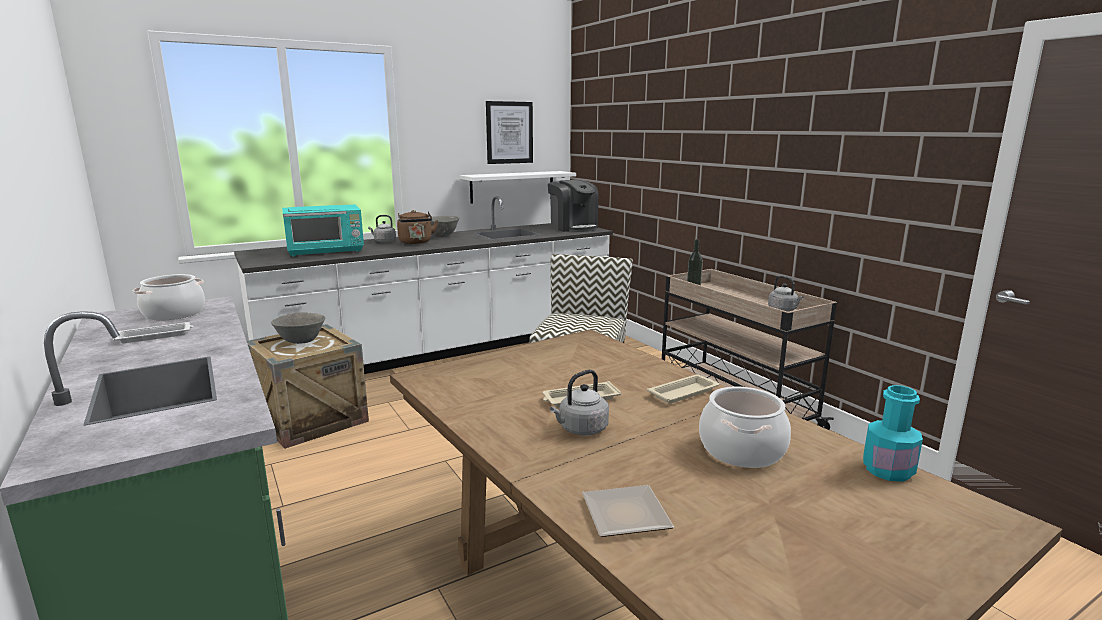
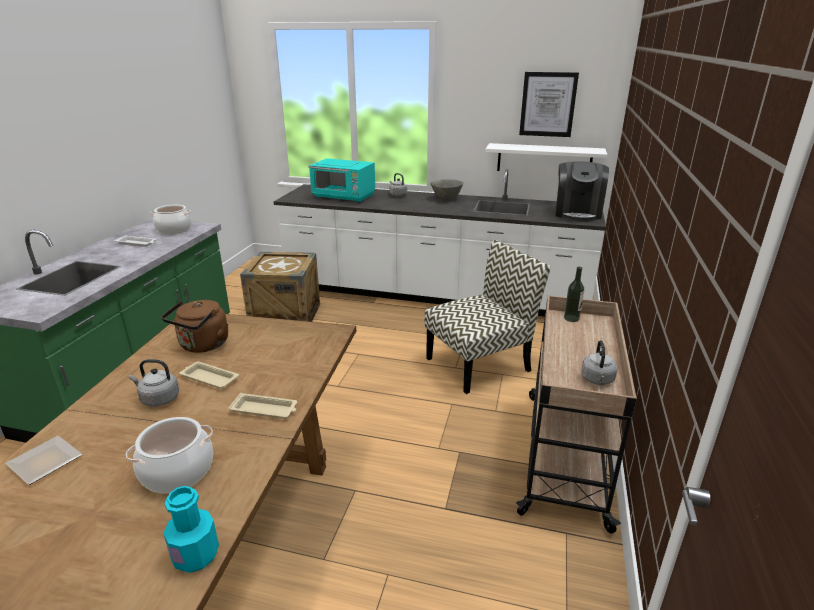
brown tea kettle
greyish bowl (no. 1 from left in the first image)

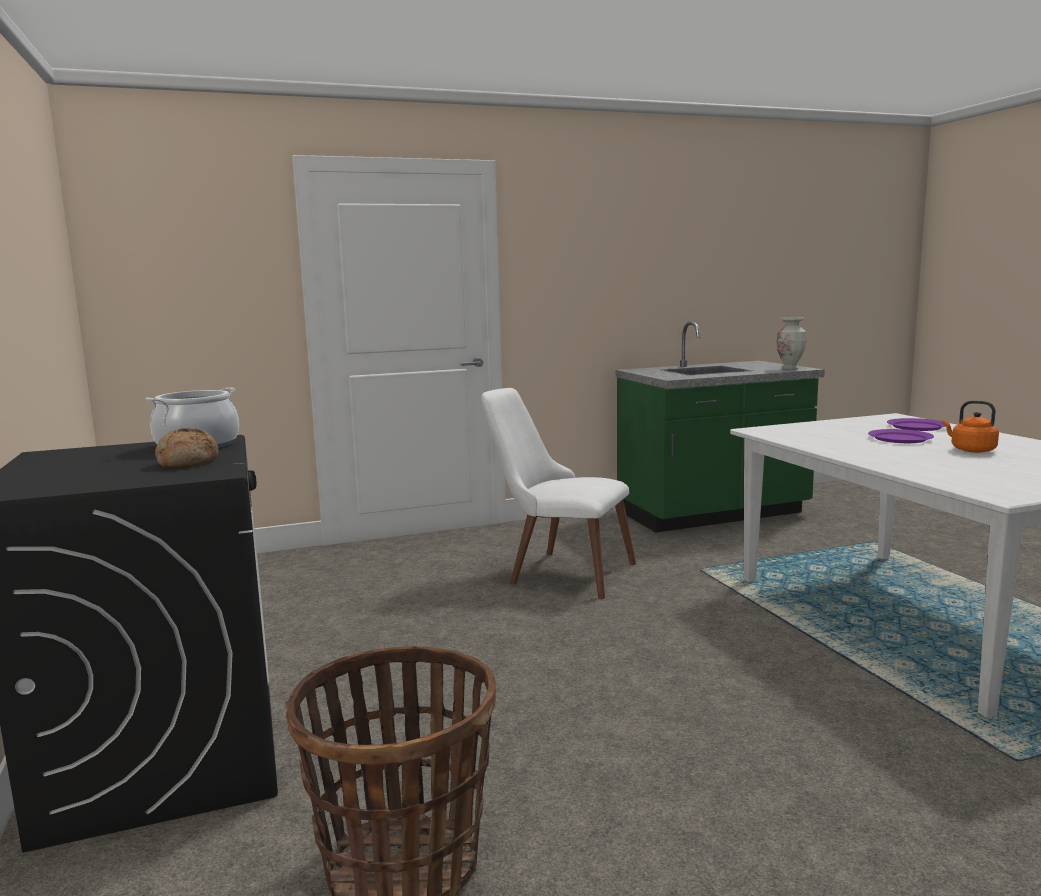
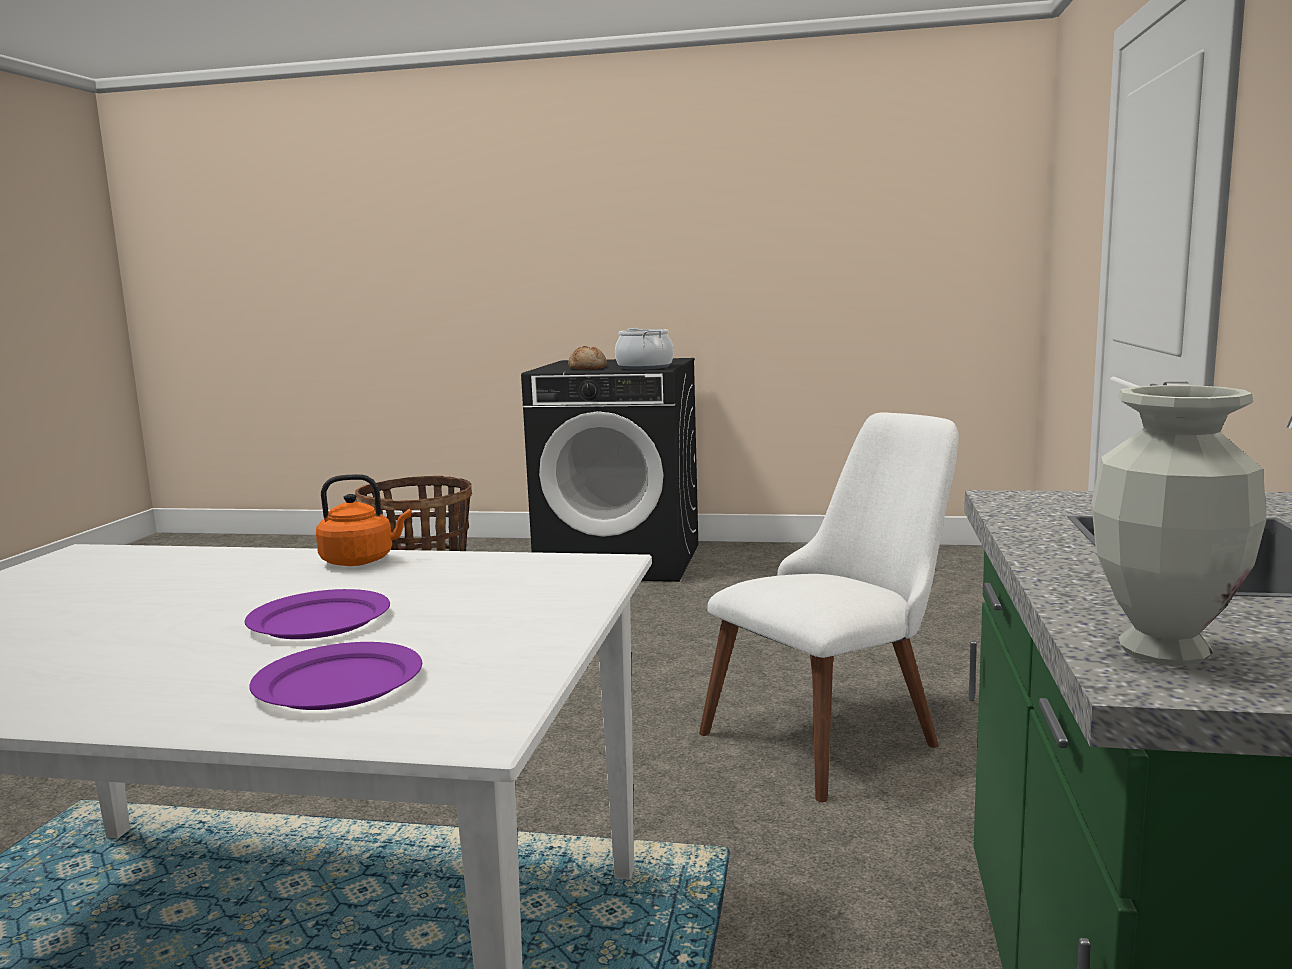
orange tea kettle

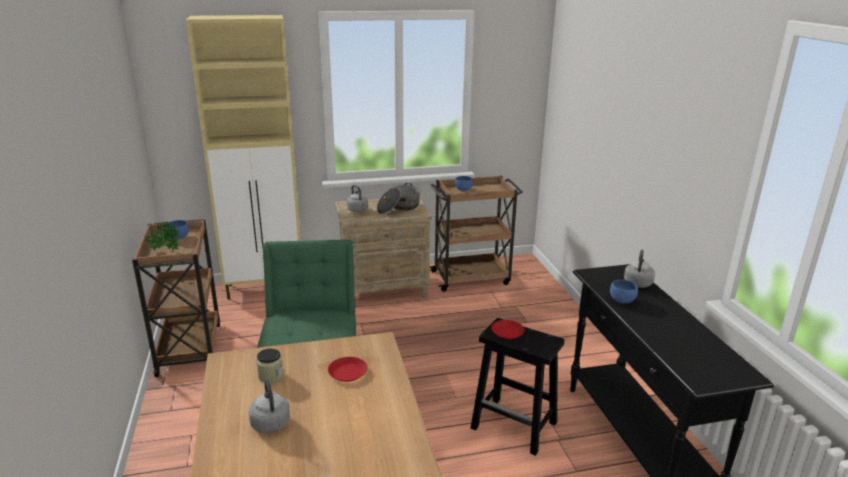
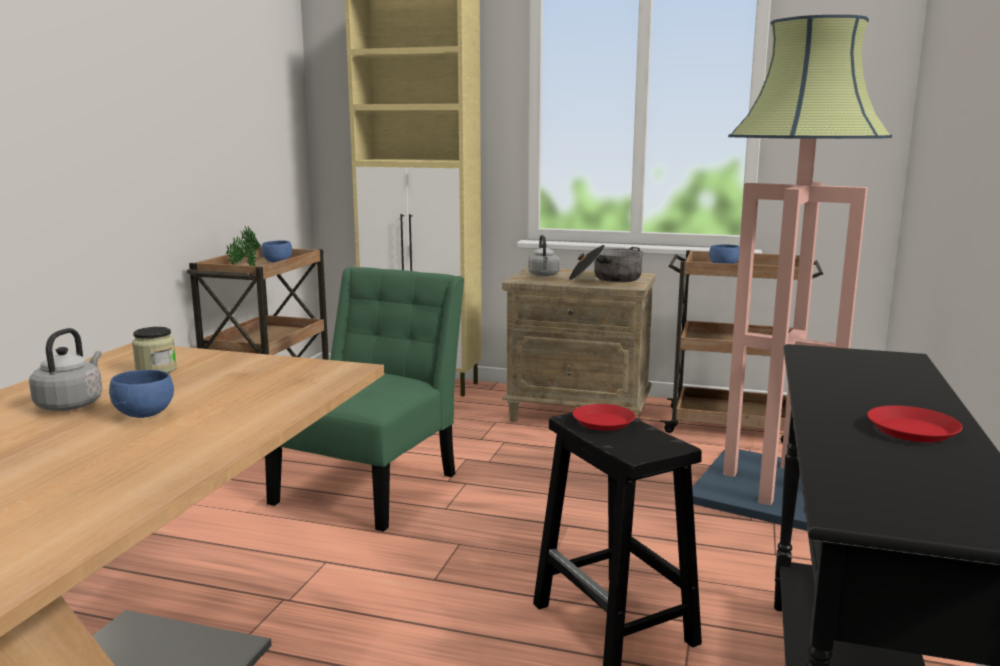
greyish tea kettle (no. 3 from left in the first image)
bluish bowl (no. 1 from left)
red-coloured dinner plate (no. 2 from left)
floor lamp

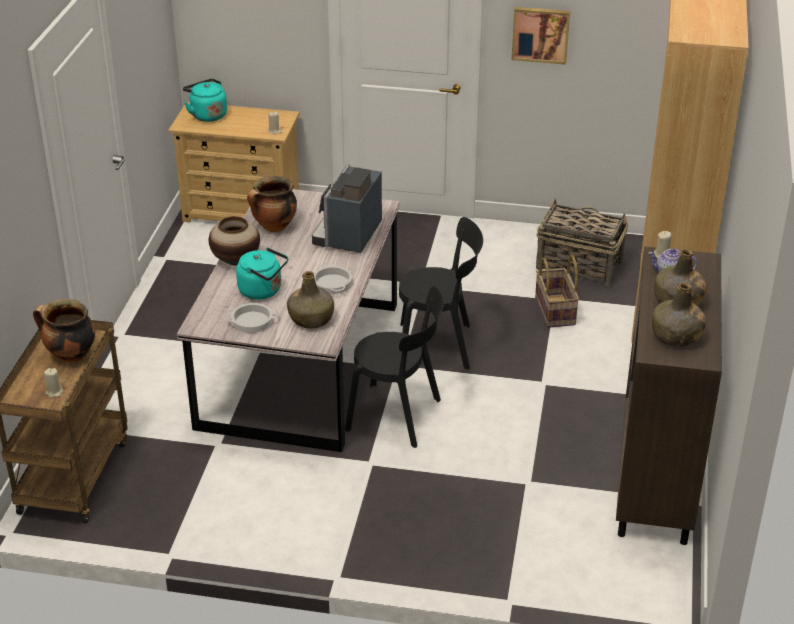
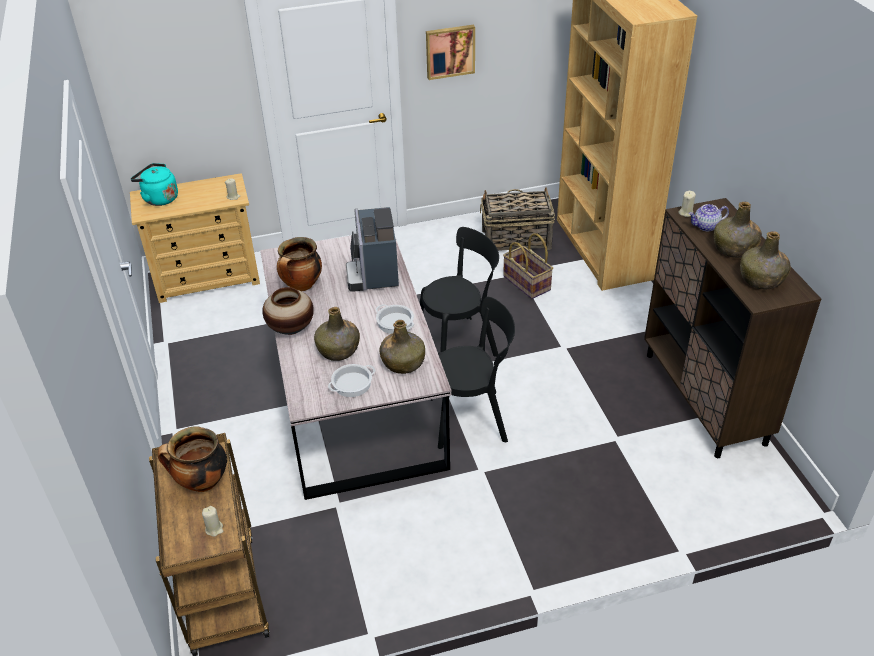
greenish beverage bottle (no. 1 from left)

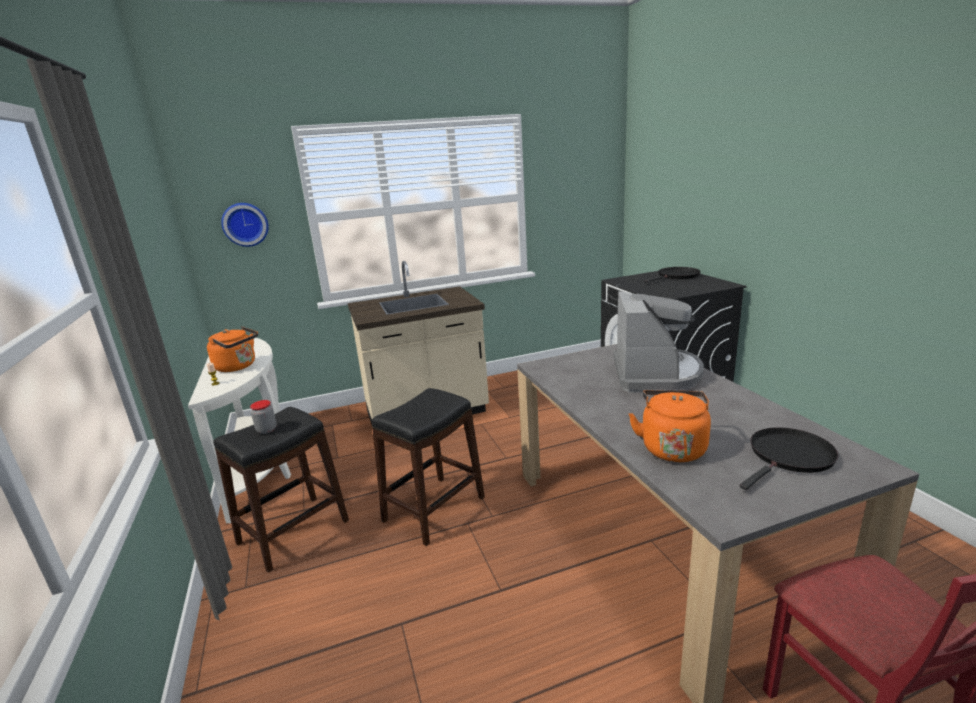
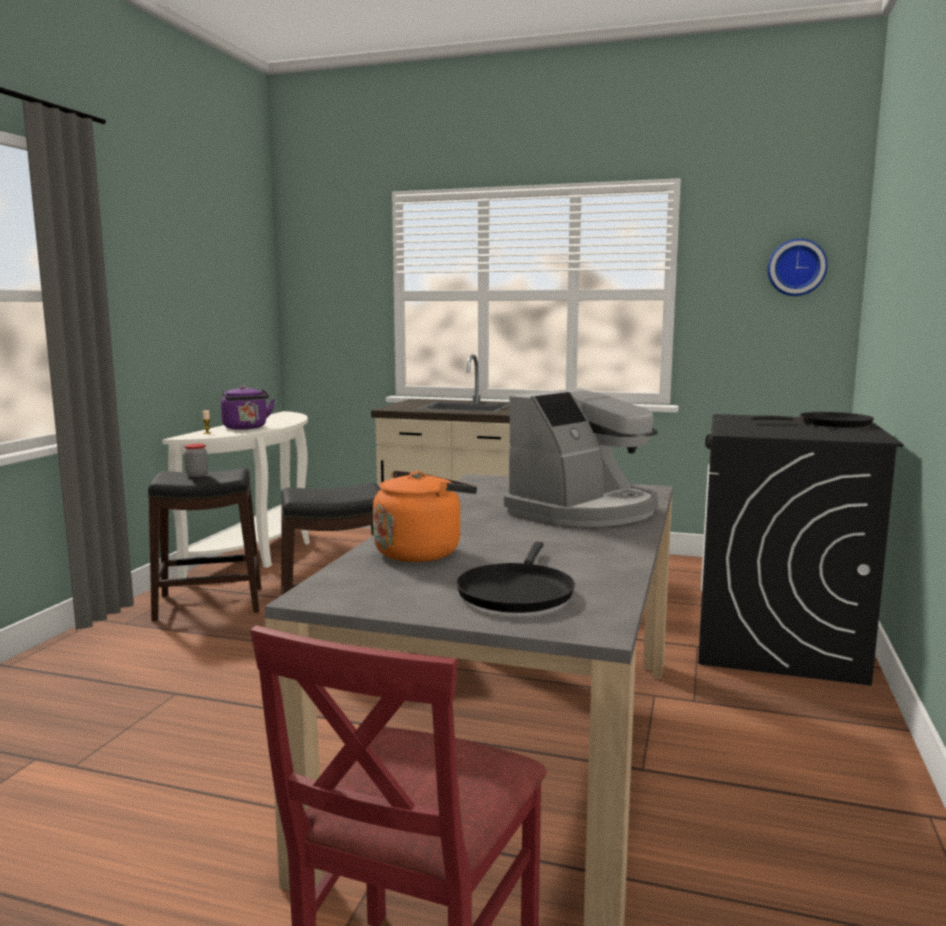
hanging clock
purple tea kettle
black frying pan (no. 1 from left)

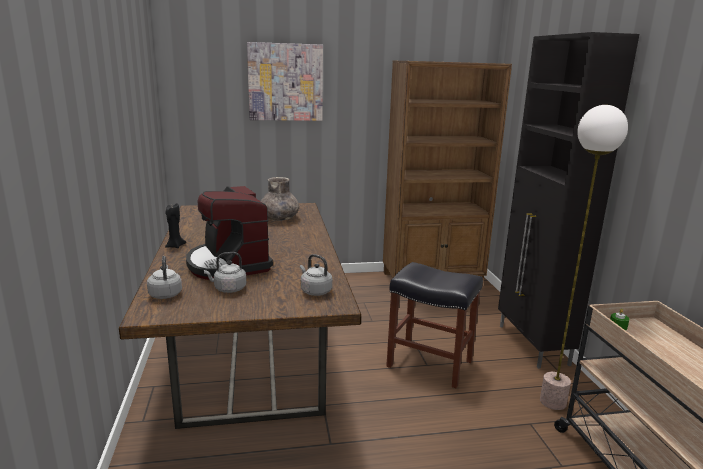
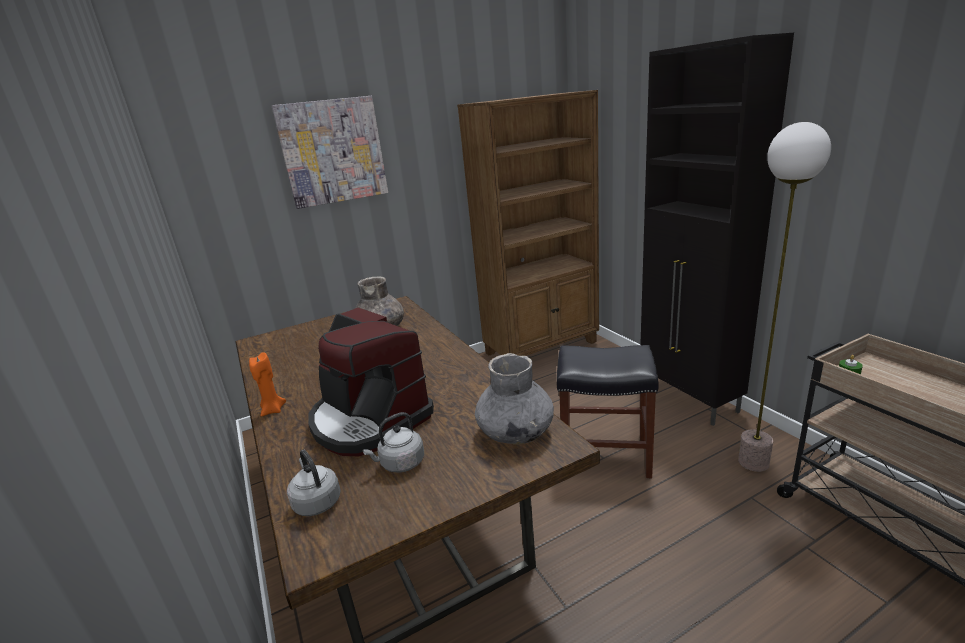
orange wax light
greyish decorative vase (no. 2 from left)

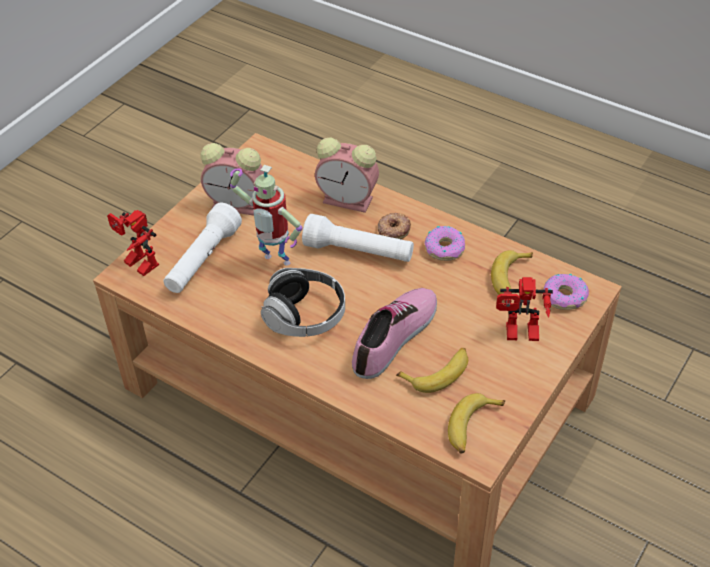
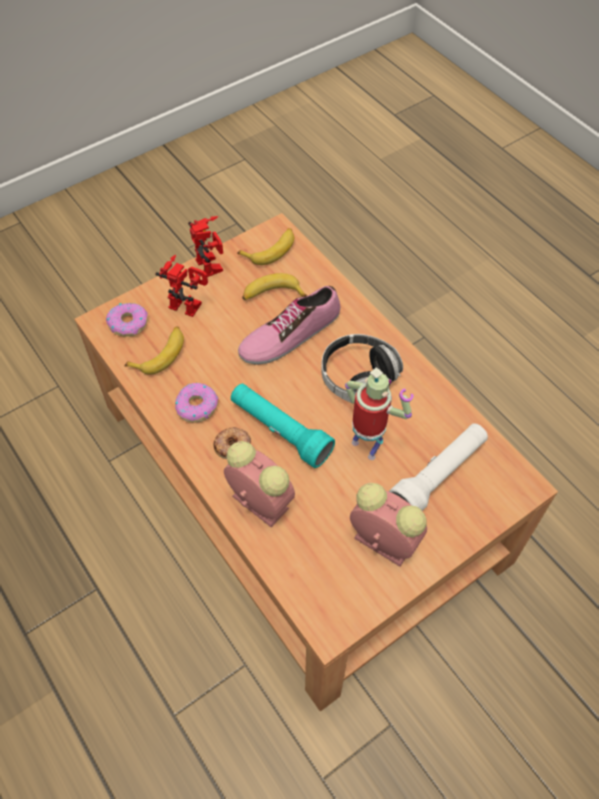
robot figure (no. 2 from left)
turquoise flashlight

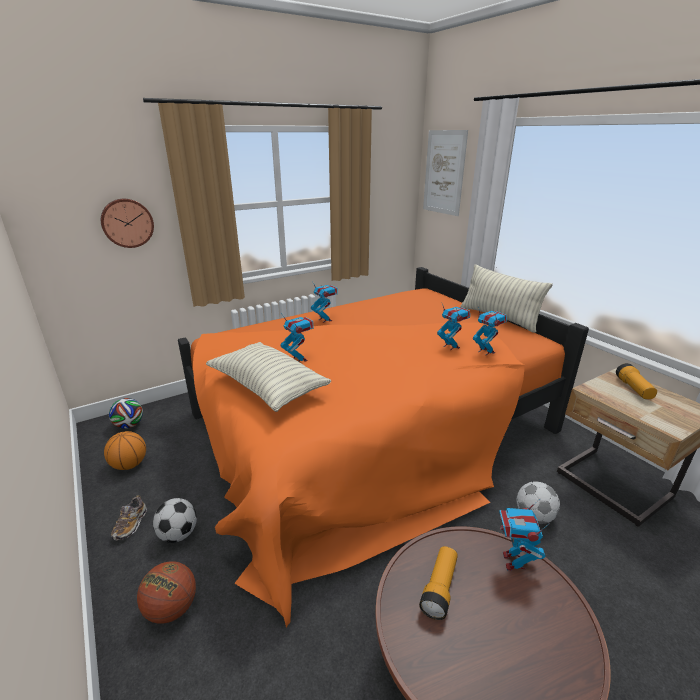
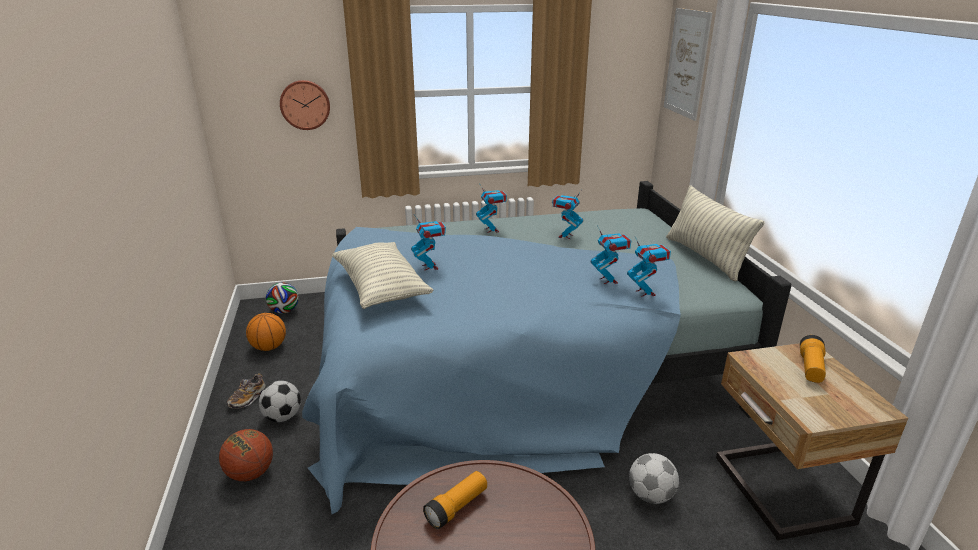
bluish bed
robot figure (no. 3 from left)

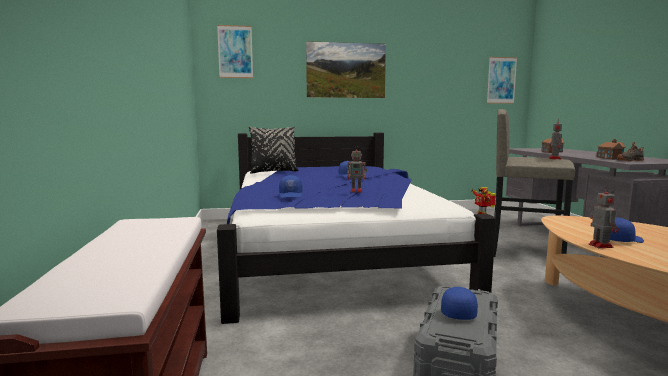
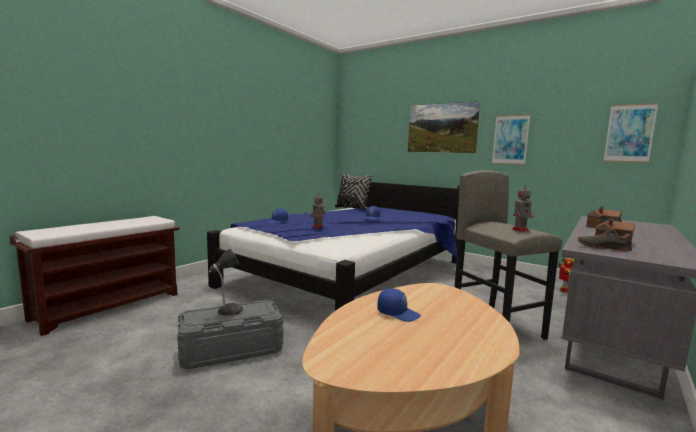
wall picture (no. 2 from left)
robot figure (no. 4 from left in the first image)
lamp for a table

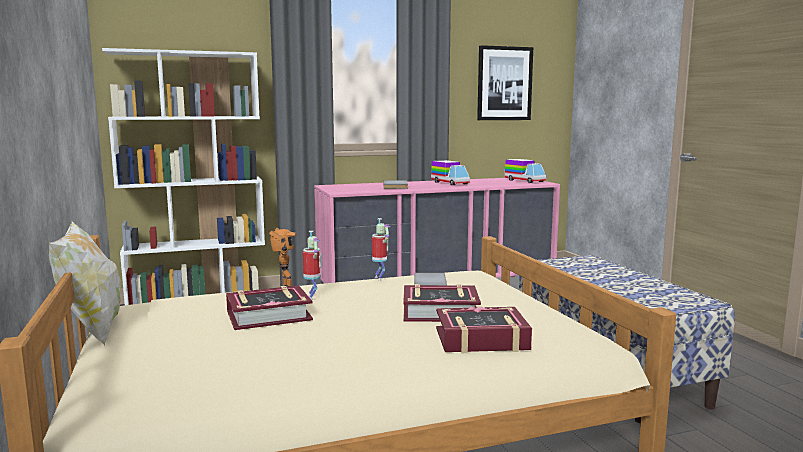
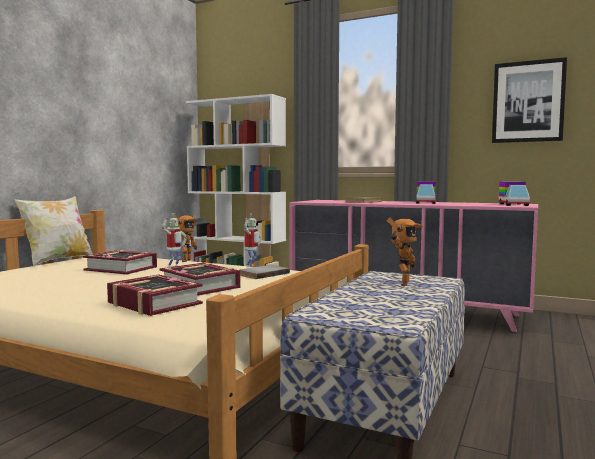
robot figure (no. 4 from left)

